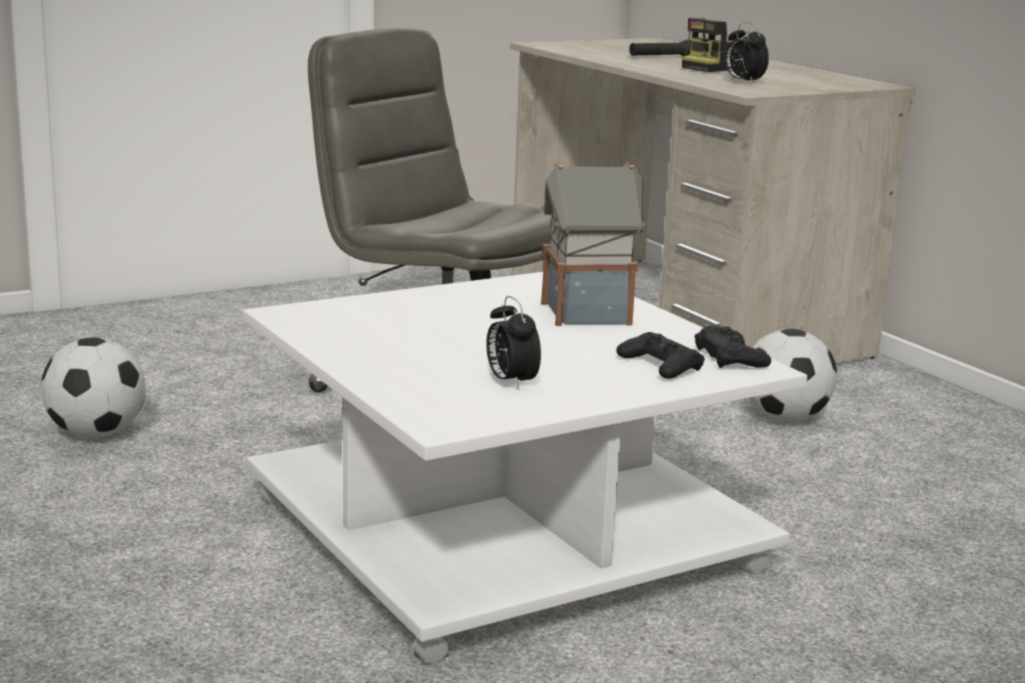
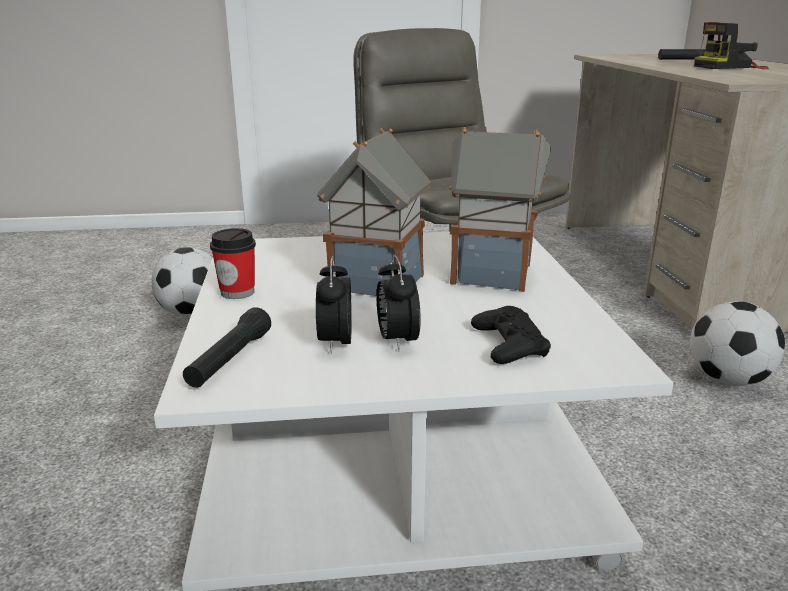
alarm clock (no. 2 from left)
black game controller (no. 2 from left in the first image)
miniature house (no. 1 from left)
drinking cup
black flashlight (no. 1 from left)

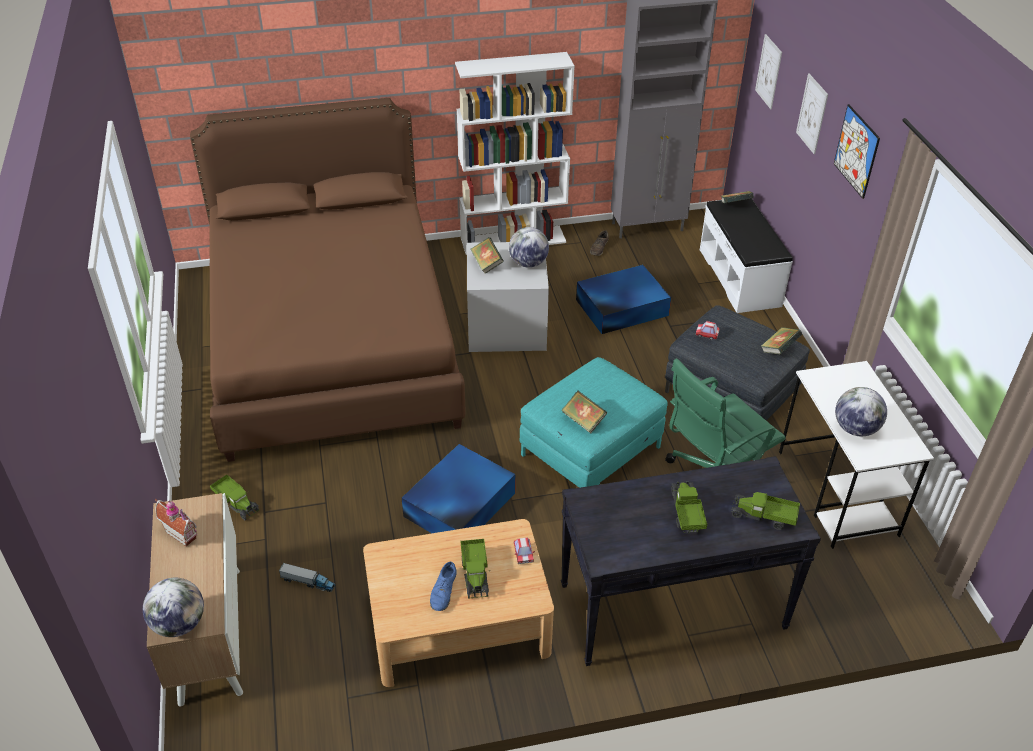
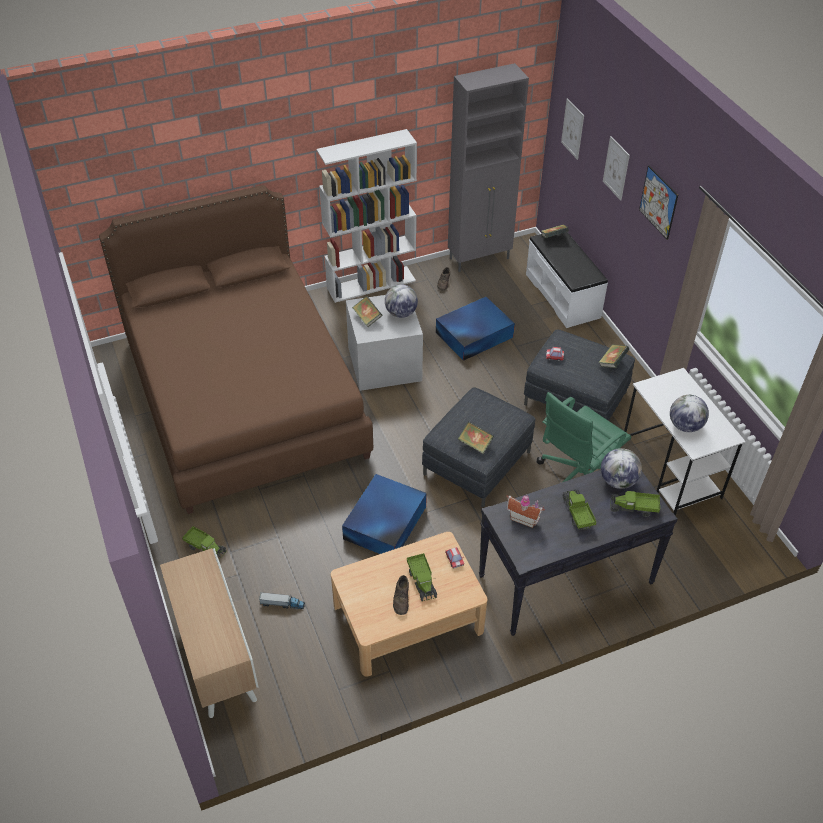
greyish ottoman (no. 1 from left)
miniature house
brown item of footwear (no. 1 from left)
globe (no. 2 from left)

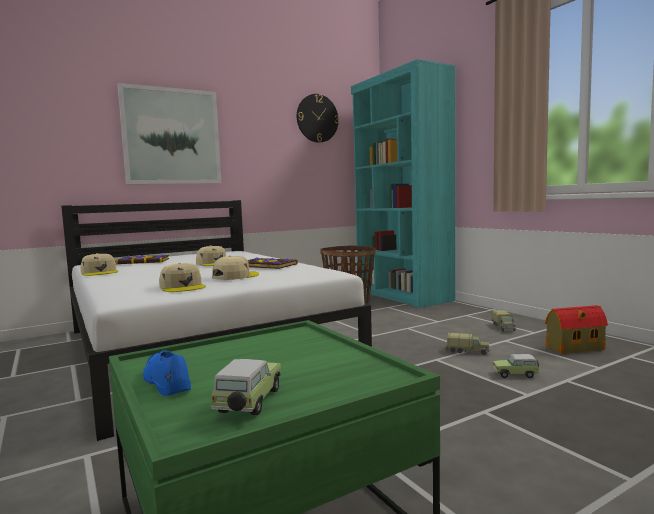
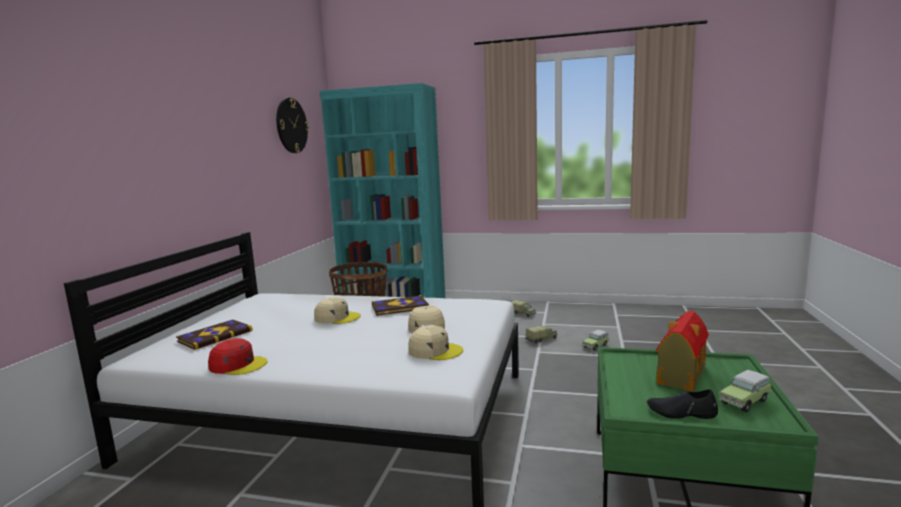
wall picture
red-coloured cap
miniature house
black item of footwear
toy car (no. 2 from left)

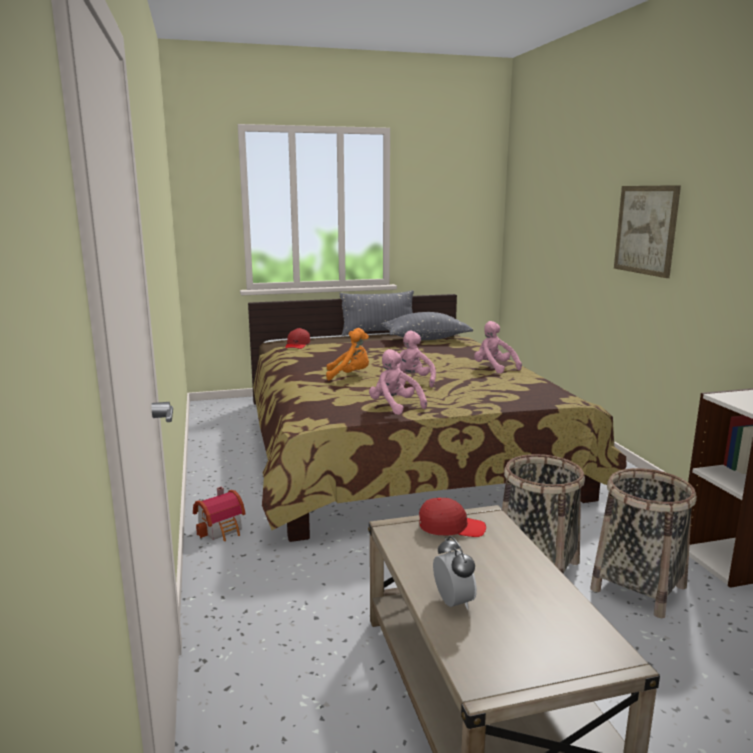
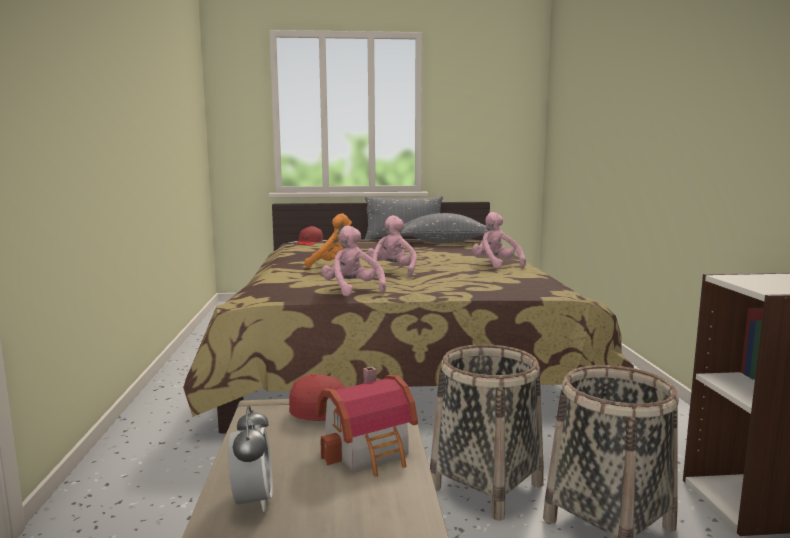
wall picture
miniature house

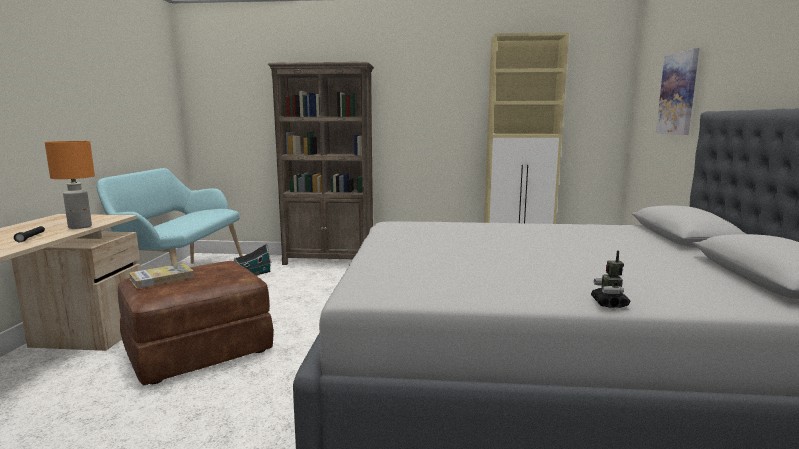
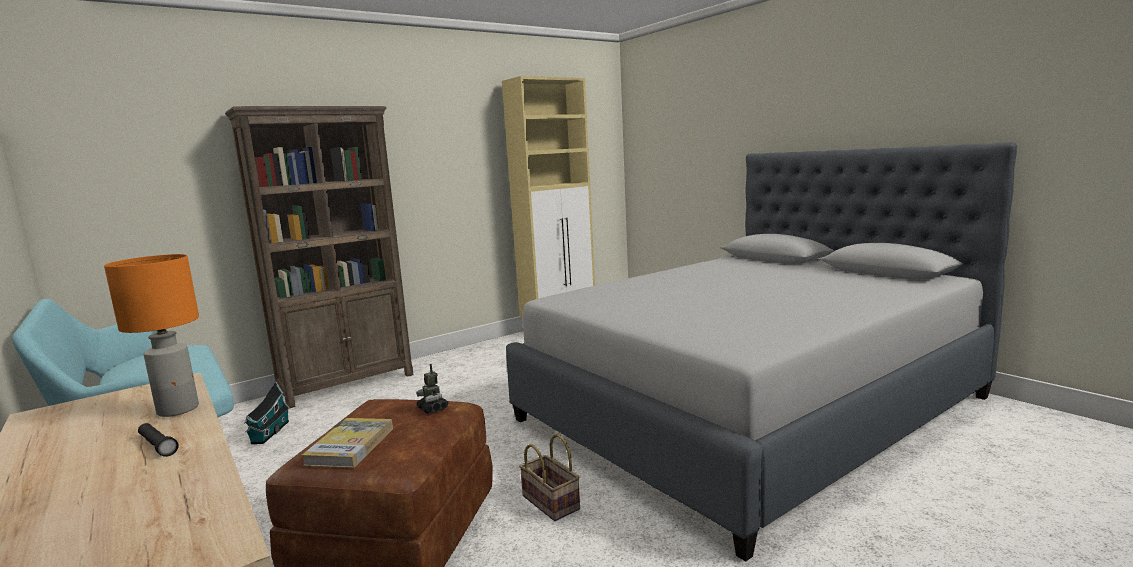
wall picture
robot figure
household basket

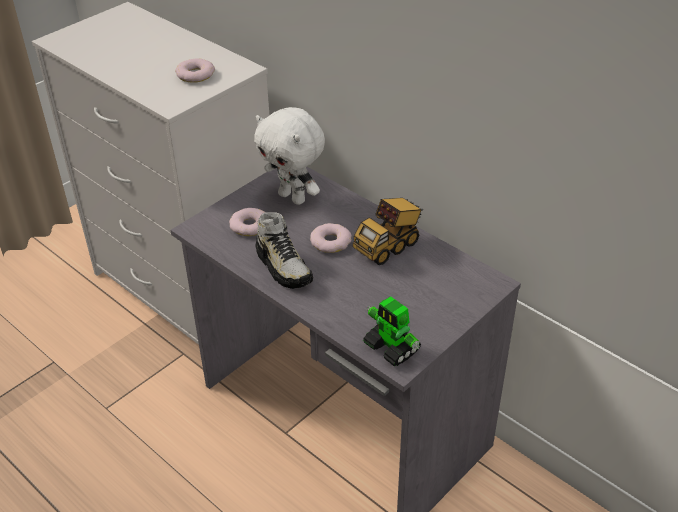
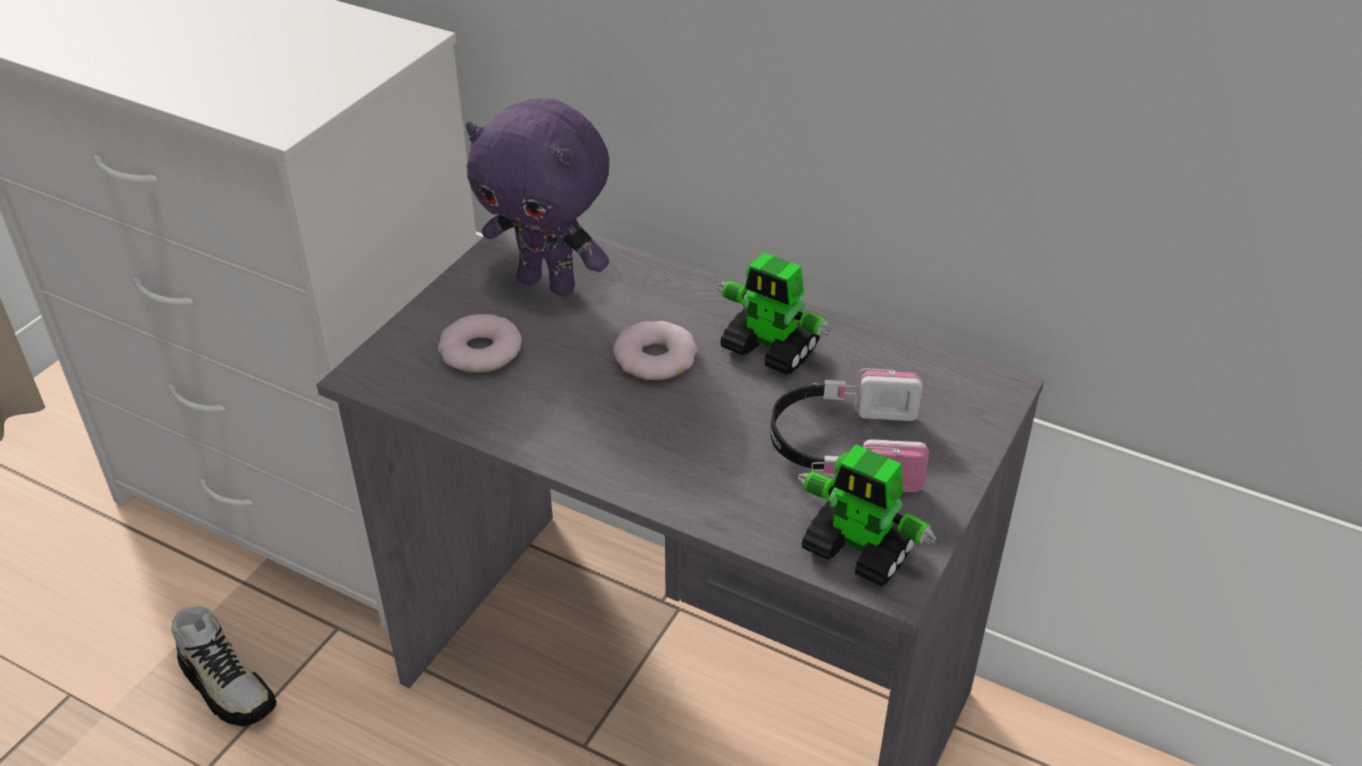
doughnut (no. 1 from left in the first image)
purple soft toy
robot figure (no. 1 from left)
item of footwear
headphones

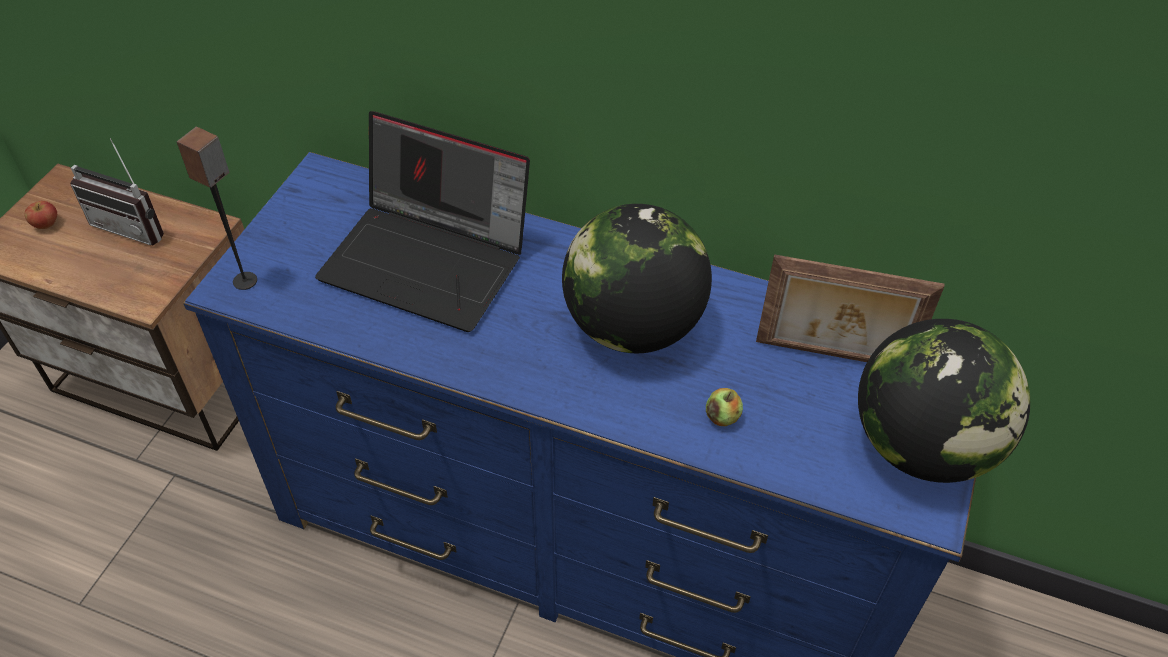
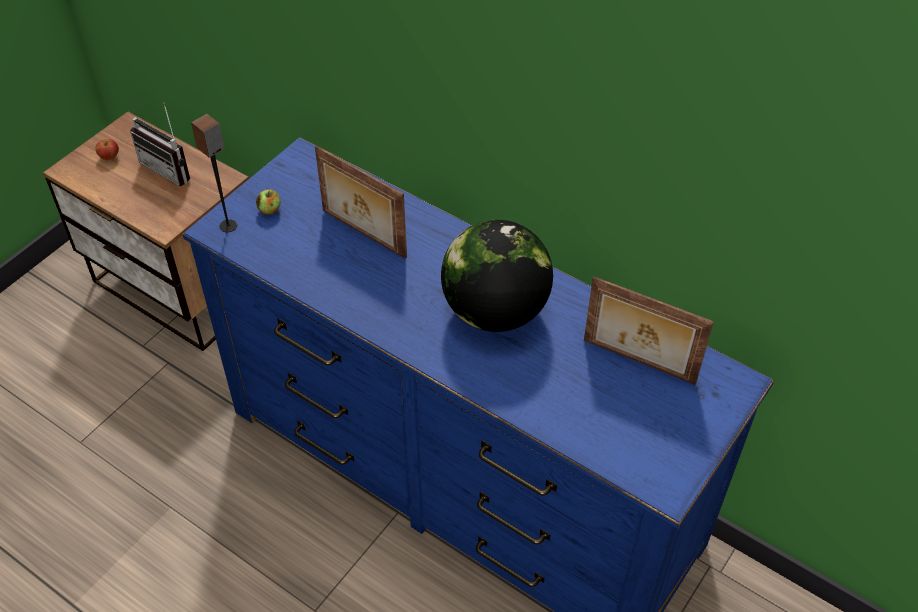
picture frame (no. 1 from left)
globe (no. 2 from left in the first image)
apple (no. 2 from left)

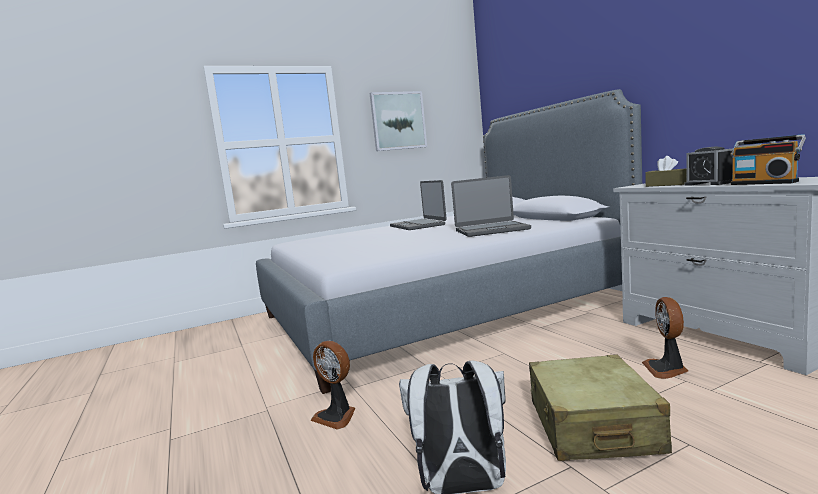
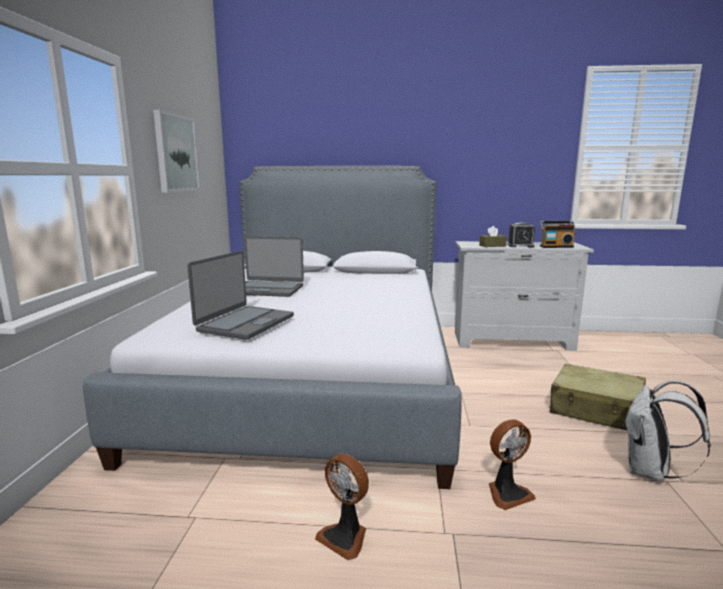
laptop (no. 1 from left)
fan (no. 1 from left)

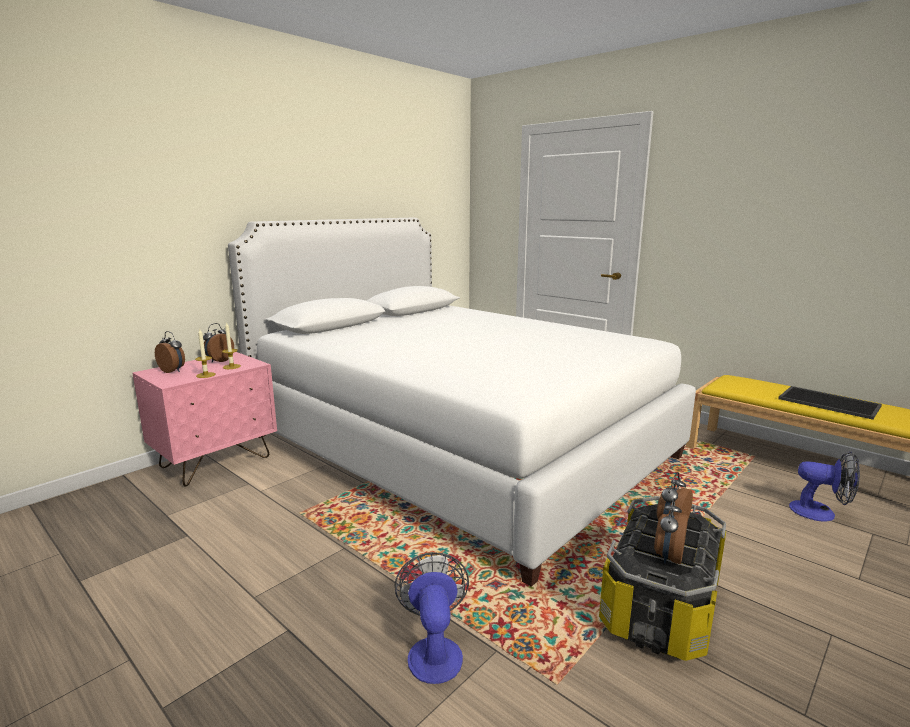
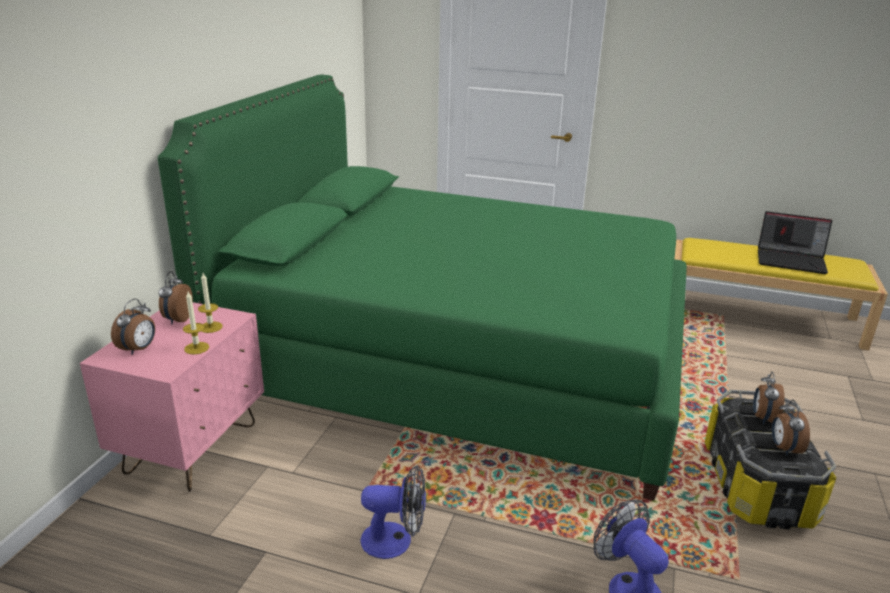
greenish bed
alarm clock (no. 1 from left)
laptop
fan (no. 1 from left)

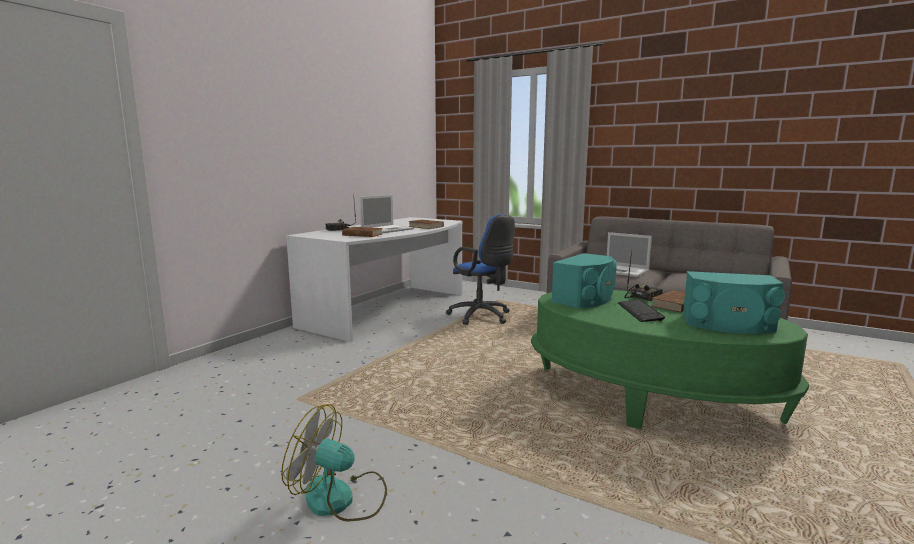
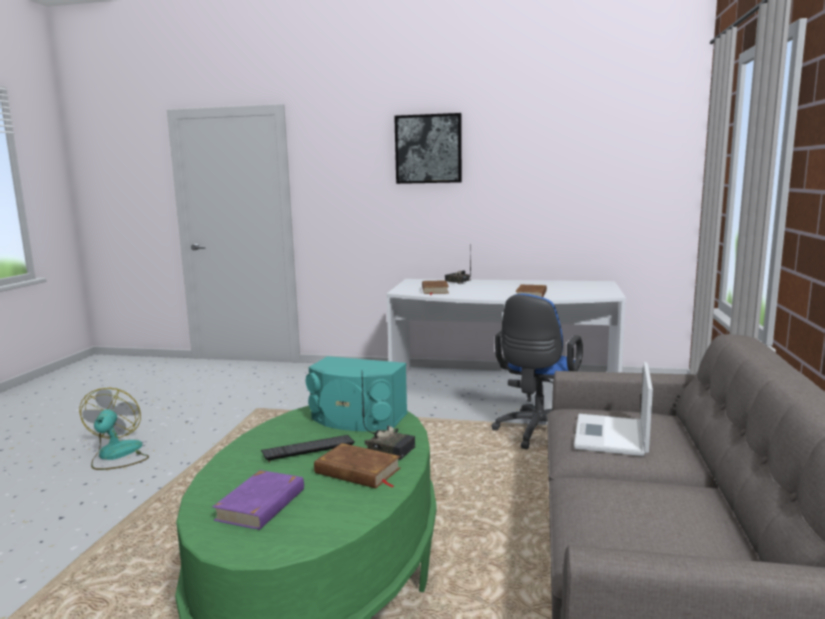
laptop (no. 1 from left in the first image)
purple volume
wall picture

